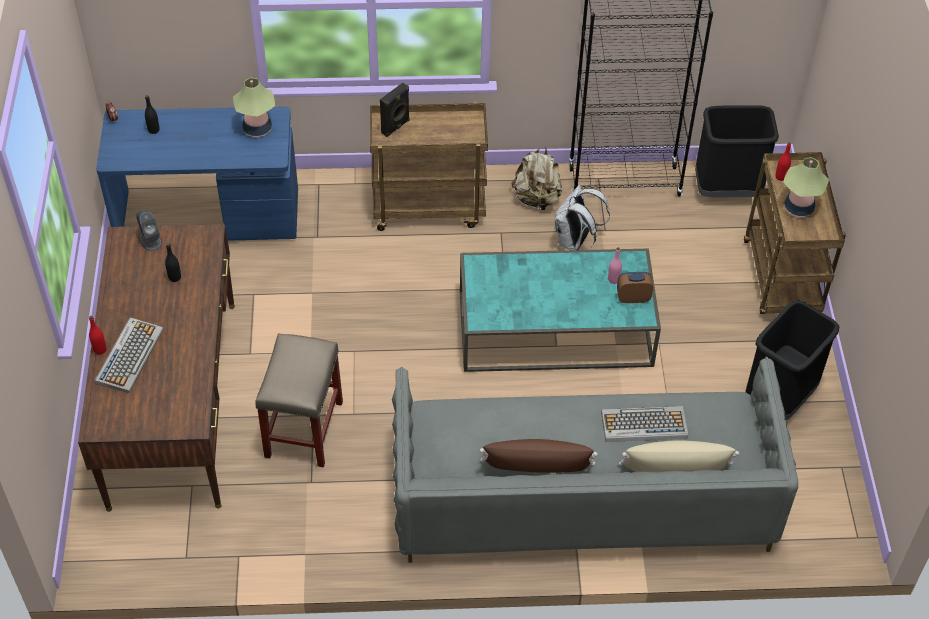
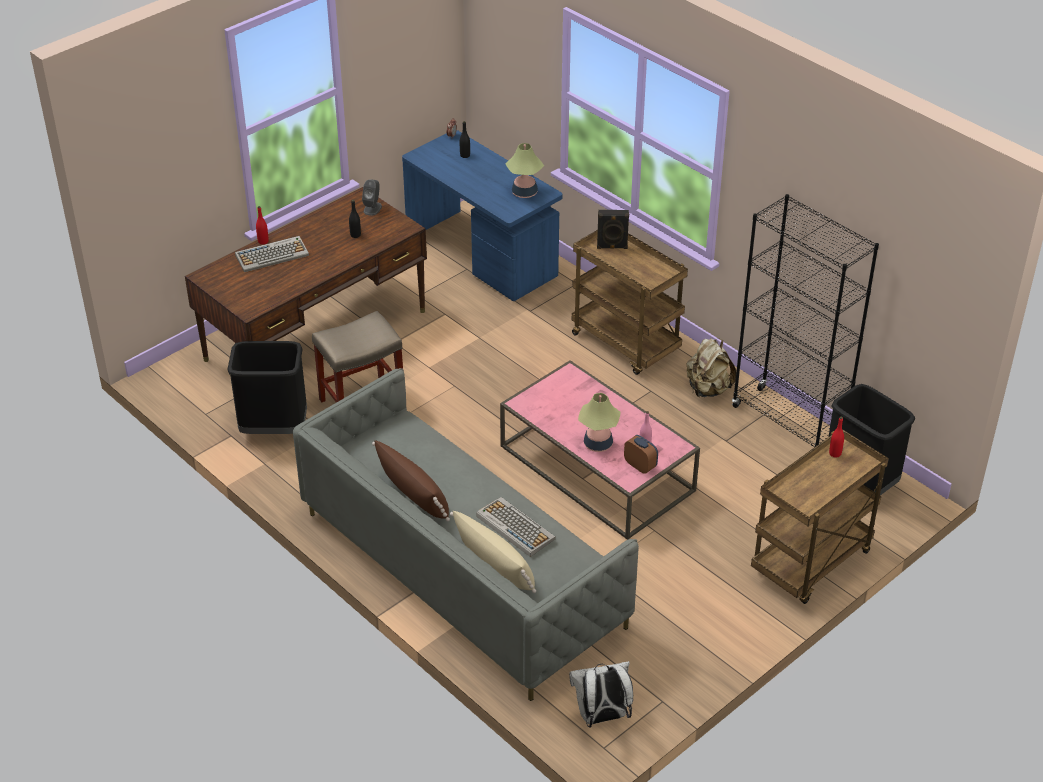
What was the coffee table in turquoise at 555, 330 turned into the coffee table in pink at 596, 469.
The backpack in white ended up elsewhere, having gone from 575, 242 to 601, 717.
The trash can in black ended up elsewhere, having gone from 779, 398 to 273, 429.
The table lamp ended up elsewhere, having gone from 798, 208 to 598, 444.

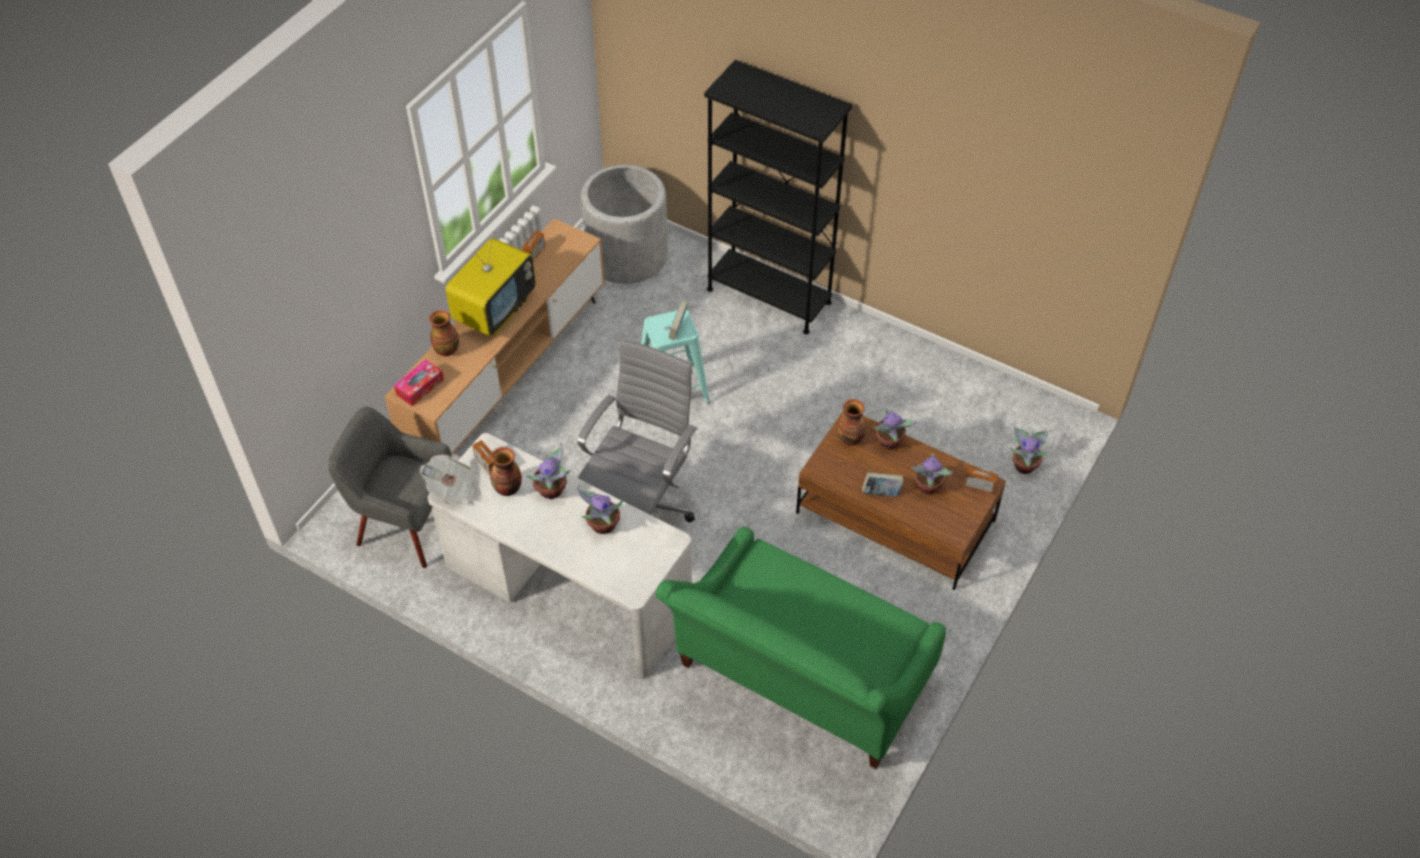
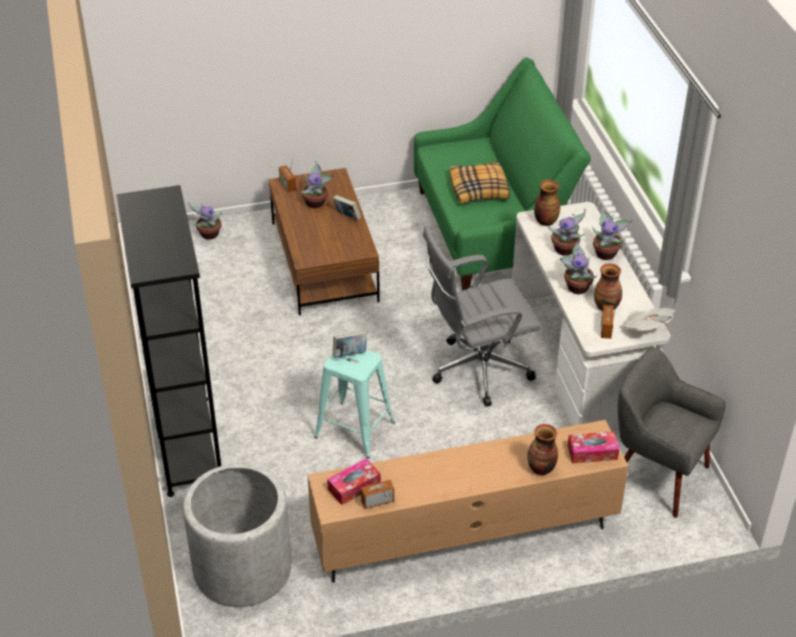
The armchair in grey at 406, 524 ended up facing another way, 150 degrees clockwise from before.
The second view lost the television at 495, 310.
The vase ended up elsewhere, having gone from 851, 438 to 545, 221.
The potted plant ended up elsewhere, having gone from 889, 442 to 606, 253.
The second view gained the tissue box at 354, 486.
The second view gained the pillow at 479, 189.

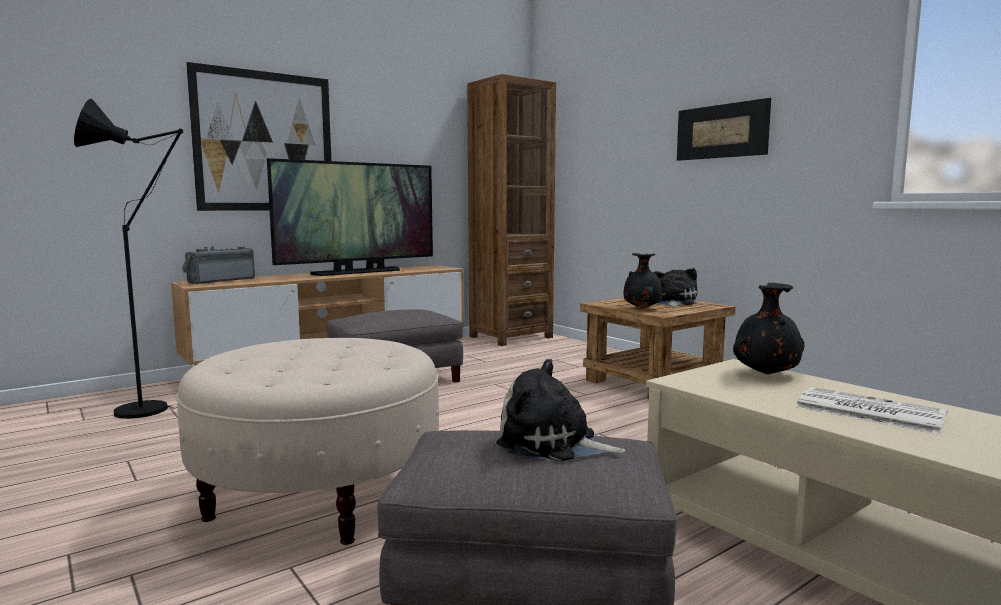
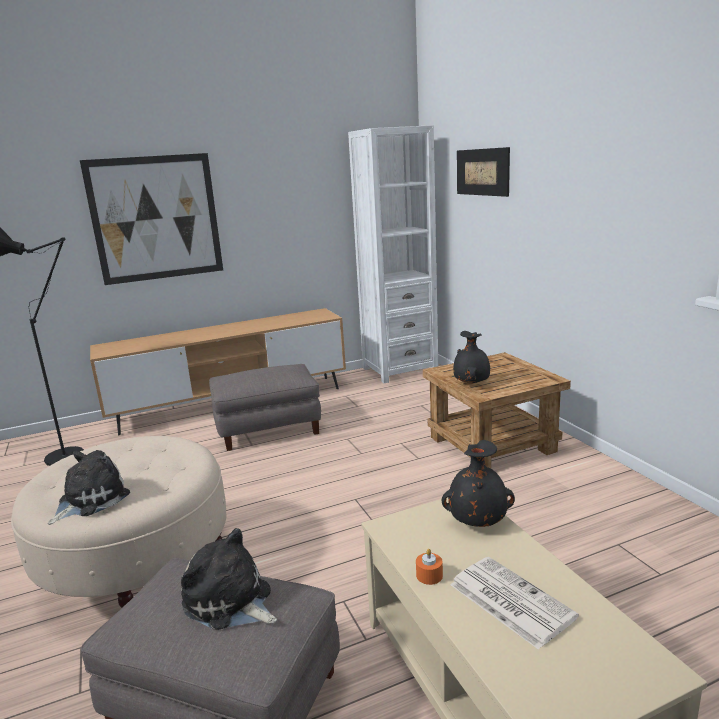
The second view lost the radio at 220, 280.
The second view lost the television at 358, 272.
What was the bookcase in brown at 510, 337 turned into the bookcase in white at 399, 370.
The plush toy ended up elsewhere, having gone from 673, 302 to 90, 500.
The picture ended up elsewhere, having gone from 721, 131 to 482, 172.
The second view gained the candle in orange at 429, 575.

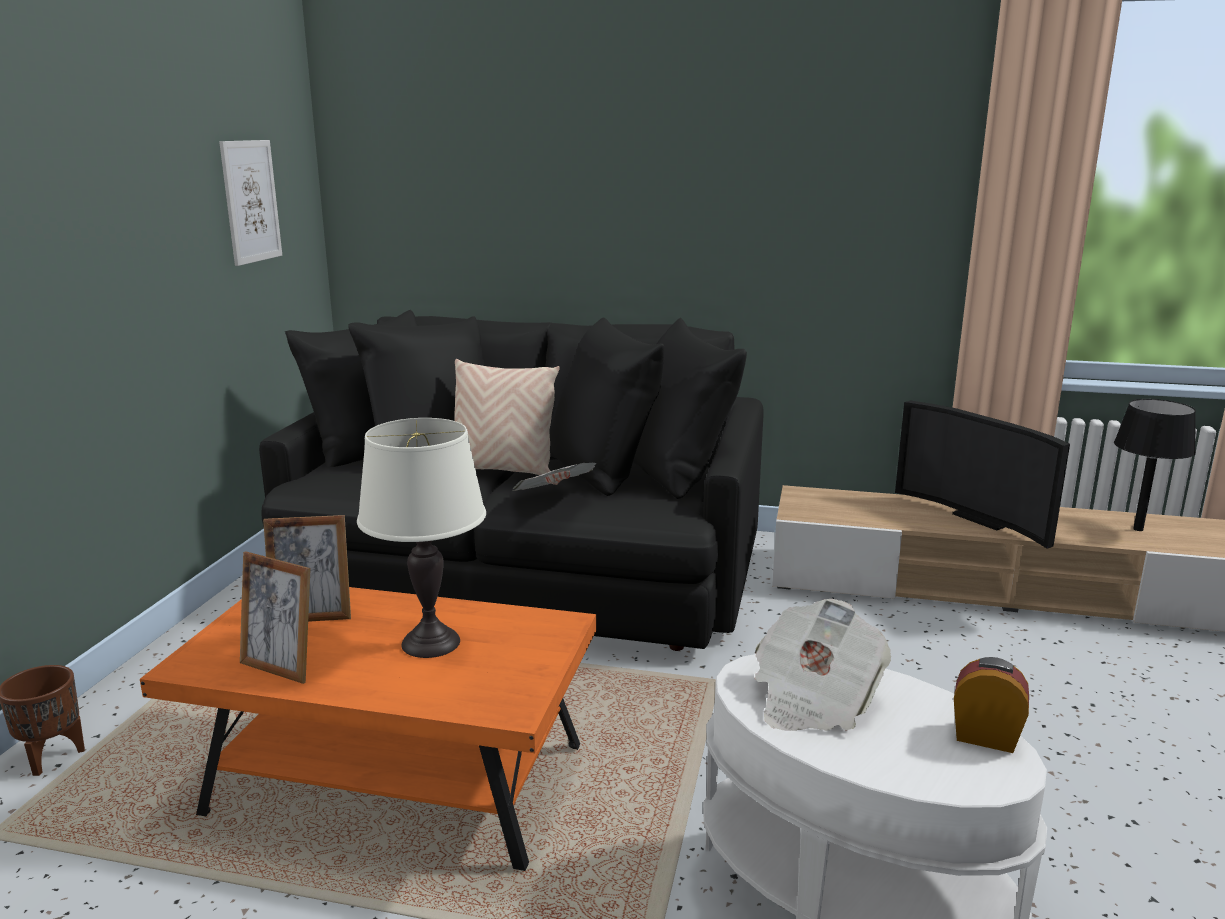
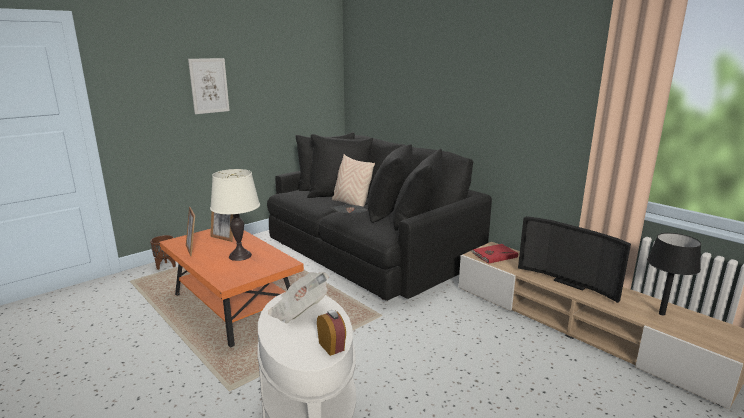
The picture ended up elsewhere, having gone from 251, 201 to 209, 85.
The television at 982, 518 ended up facing another way, 45 degrees counterclockwise from before.
The second view gained the book in red at 494, 255.

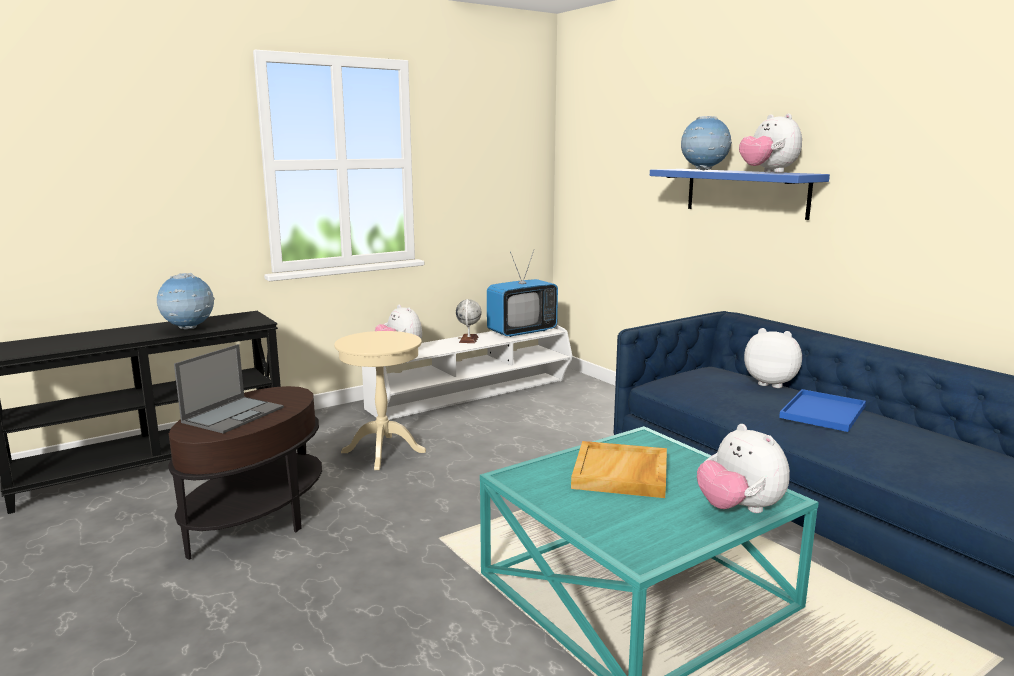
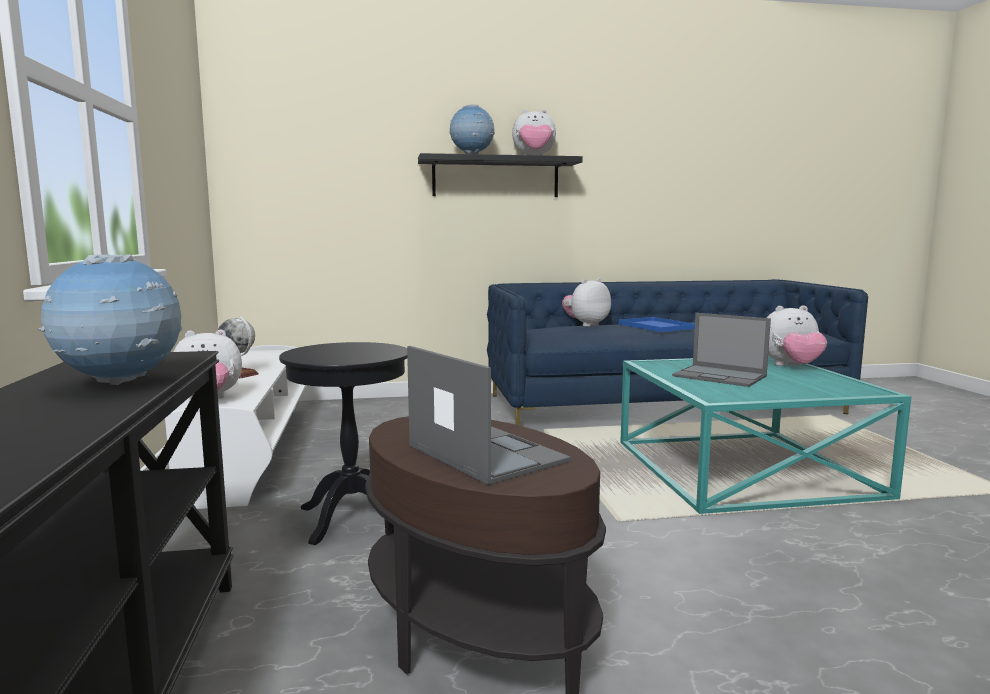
What was the side table in beige at 383, 452 turned into the side table in black at 352, 518.
The second view lost the television at 522, 332.
Where the tray in beige stood at 621, 473, the laptop came to stand at 720, 376.
What was the shelf in blue at 746, 192 turned into the shelf in black at 495, 178.

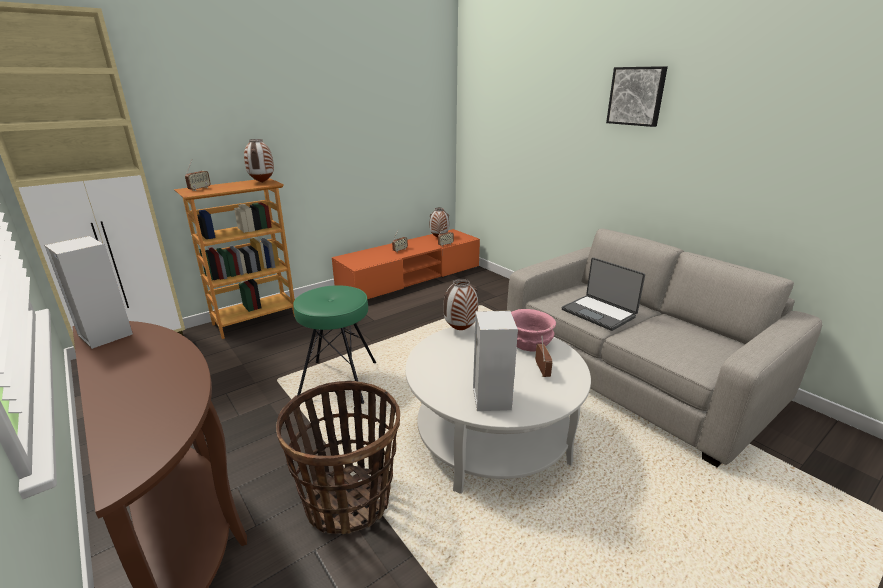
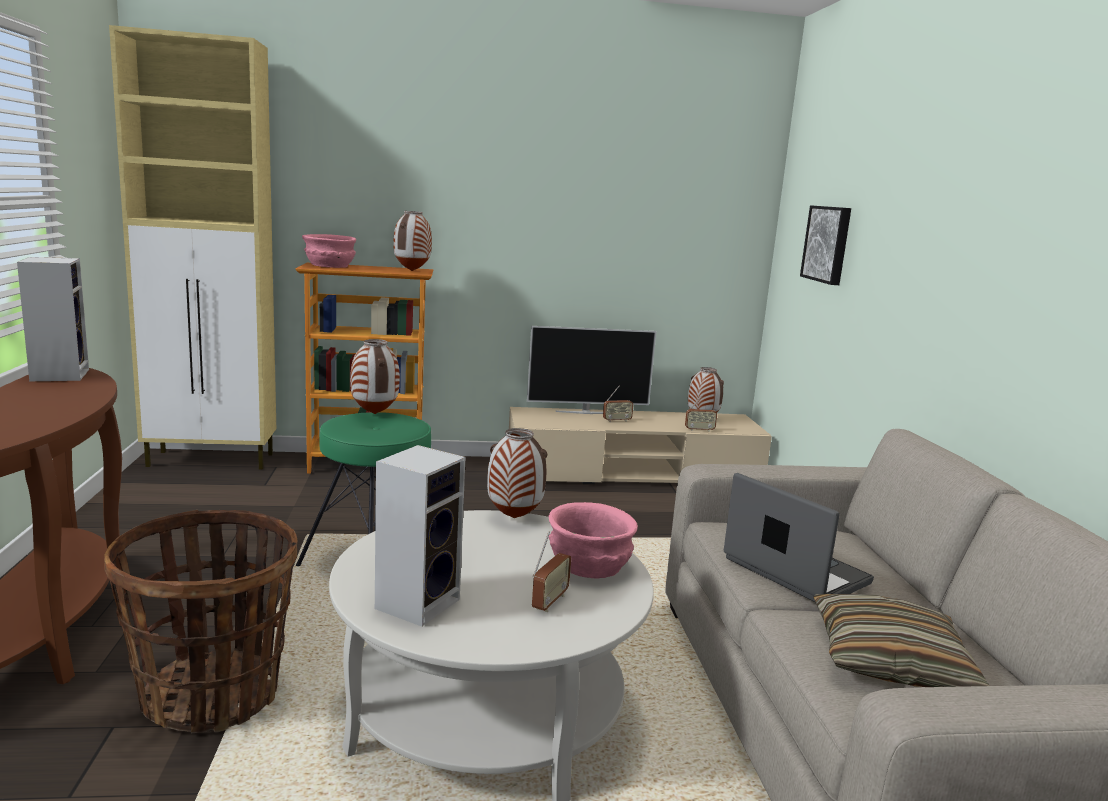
Where the radio stood at 199, 189, the bowl in pink came to stand at 330, 265.
What was the tv stand in orange at 410, 277 turned into the tv stand in beige at 632, 473.
The laptop at 599, 313 ended up facing another way, 150 degrees clockwise from before.
The picture ended up elsewhere, having gone from 636, 96 to 828, 244.
The second view gained the vase at 375, 414.
The second view gained the television at 586, 412.
The second view gained the pillow at 889, 660.

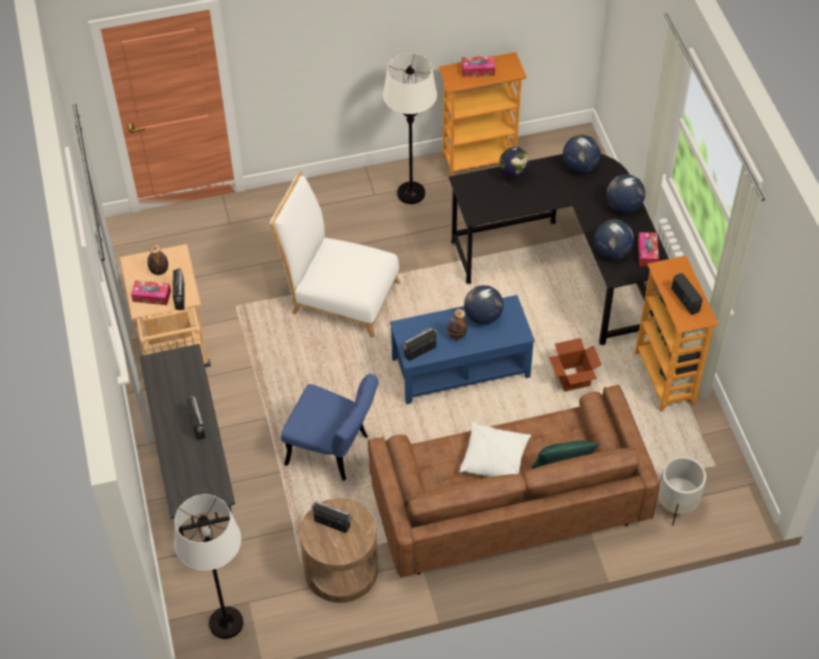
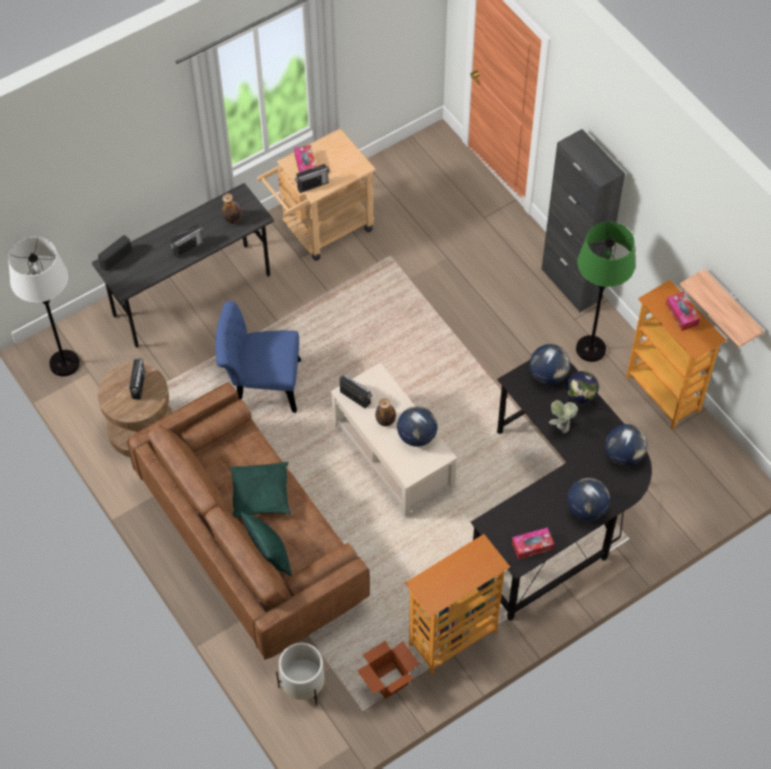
The bottle ended up elsewhere, having gone from 159, 271 to 233, 219.
The second view lost the chair in white at 339, 295.
The chair in blue at 334, 451 ended up facing another way, 90 degrees clockwise from before.
What was the floor lamp in white at 410, 193 turned into the floor lamp in green at 590, 349.
What was the coffee table in blue at 460, 368 turned into the coffee table in beige at 392, 455.
What was the pillow in white at 494, 459 turned into the pillow in green at 261, 495.
The cardboard box ended up elsewhere, having gone from 573, 378 to 388, 680.
The globe ended up elsewhere, having gone from 612, 251 to 548, 375.
The radio ended up elsewhere, having gone from 685, 300 to 116, 258.
The second view gained the cabinet in black at 571, 284.
The second view gained the potted plant at 560, 426.
The second view gained the shelf at 731, 308.

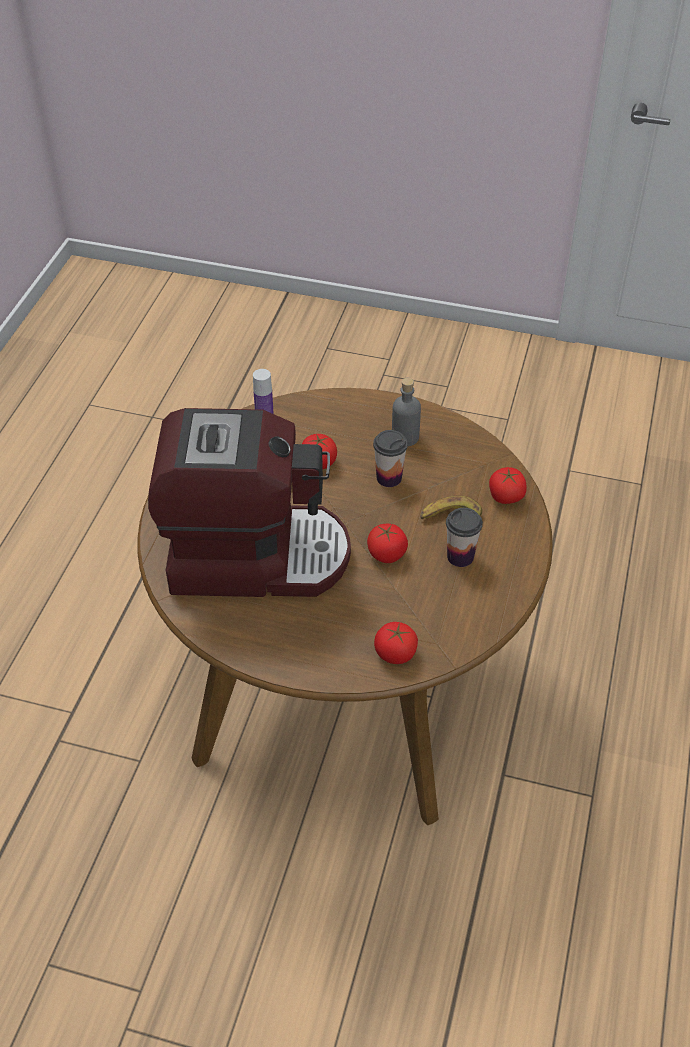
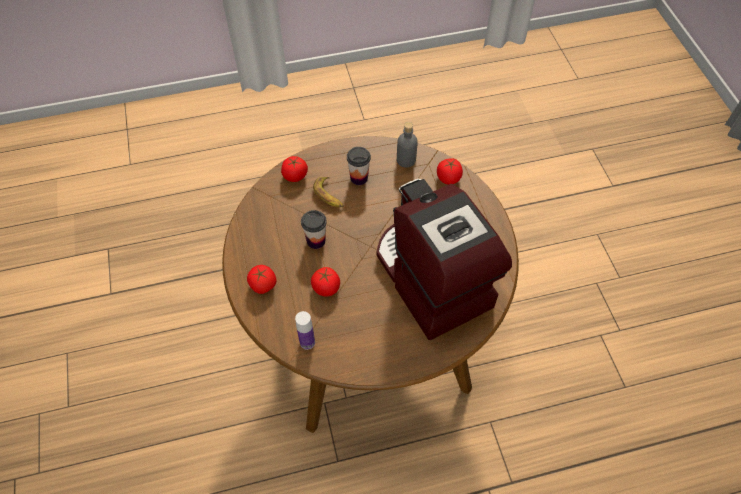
The tomato ended up elsewhere, having gone from 387, 554 to 263, 285.
The bottle in grey ended up elsewhere, having gone from 405, 437 to 406, 160.

